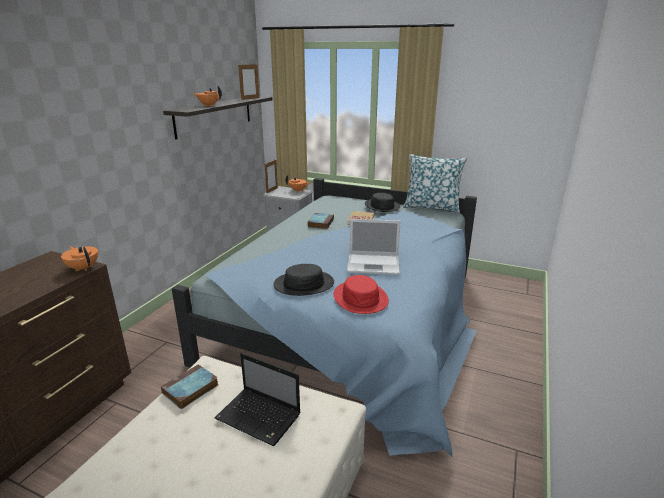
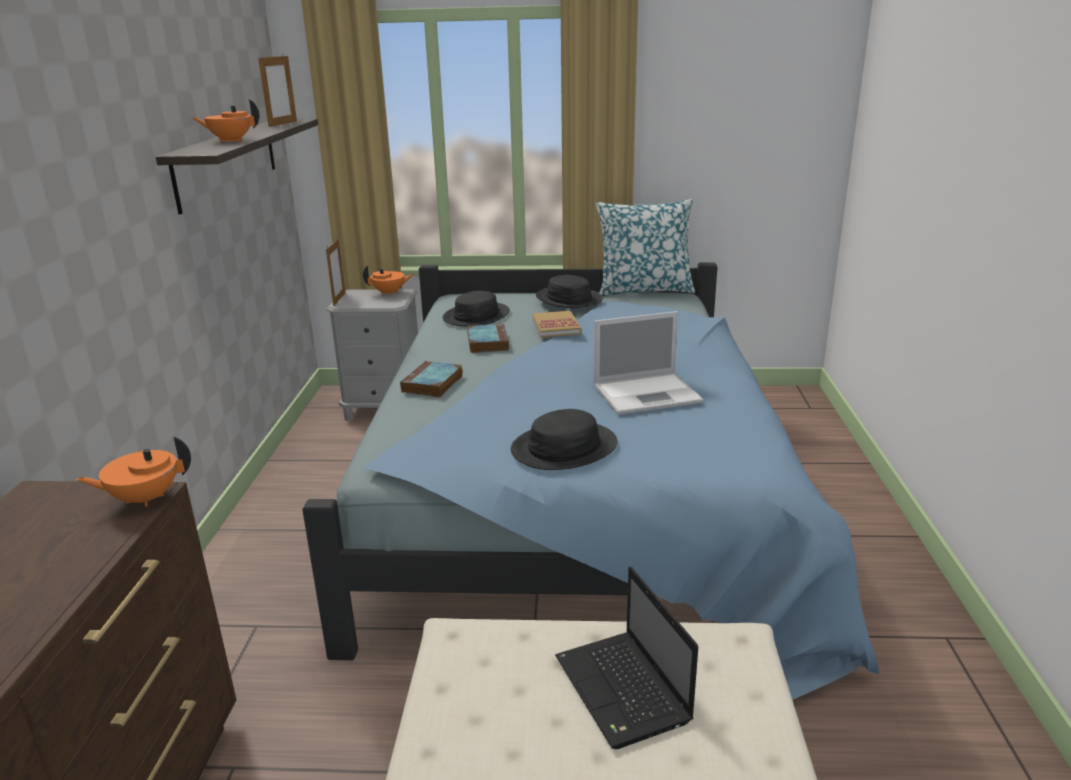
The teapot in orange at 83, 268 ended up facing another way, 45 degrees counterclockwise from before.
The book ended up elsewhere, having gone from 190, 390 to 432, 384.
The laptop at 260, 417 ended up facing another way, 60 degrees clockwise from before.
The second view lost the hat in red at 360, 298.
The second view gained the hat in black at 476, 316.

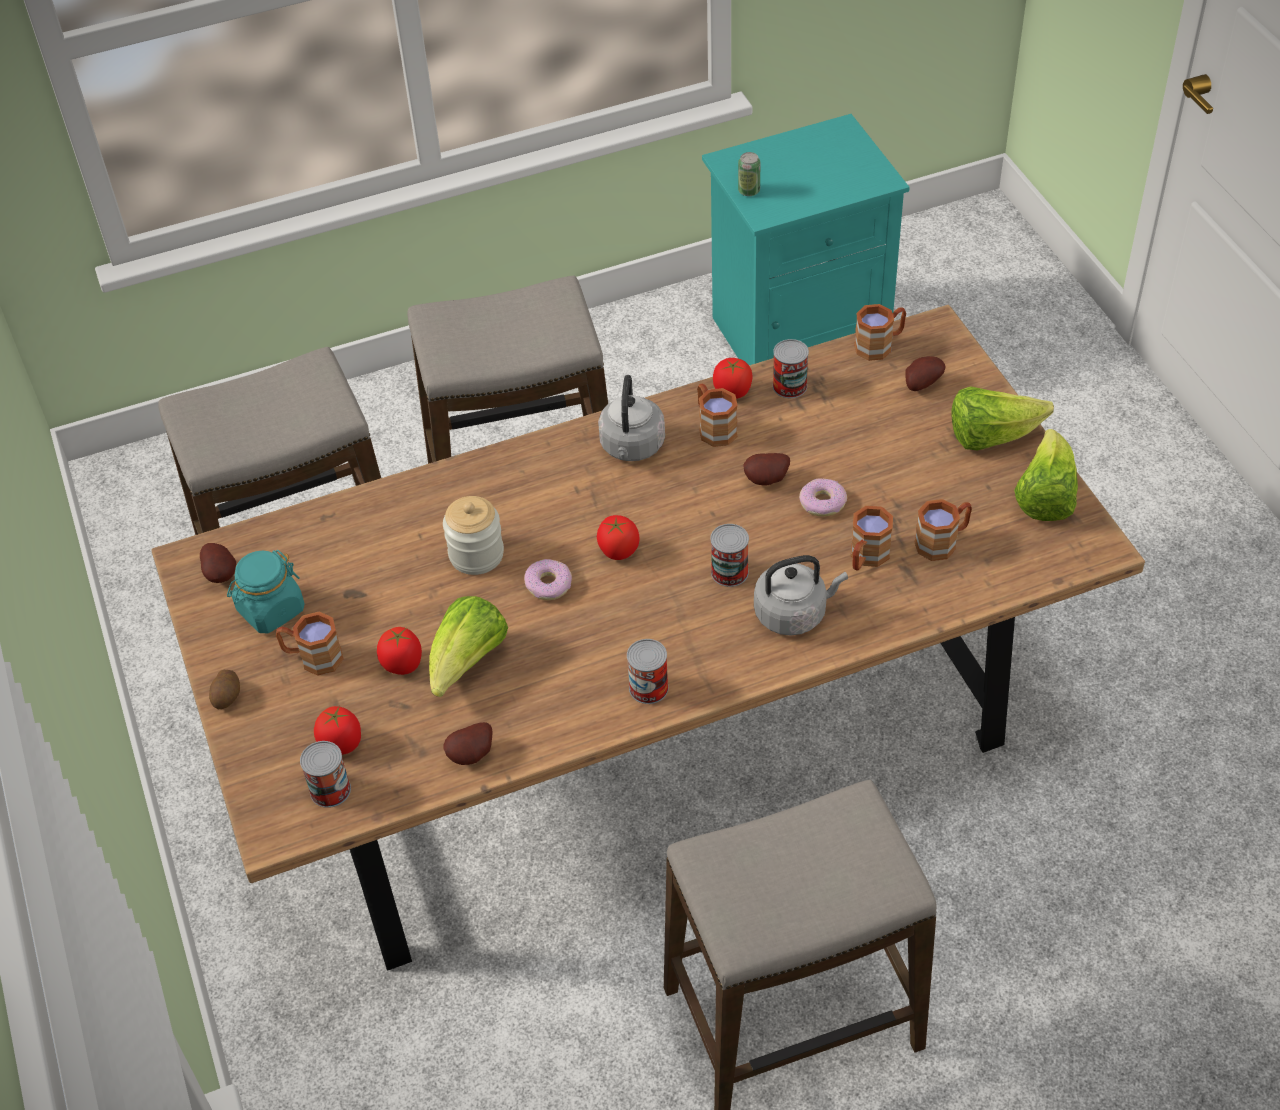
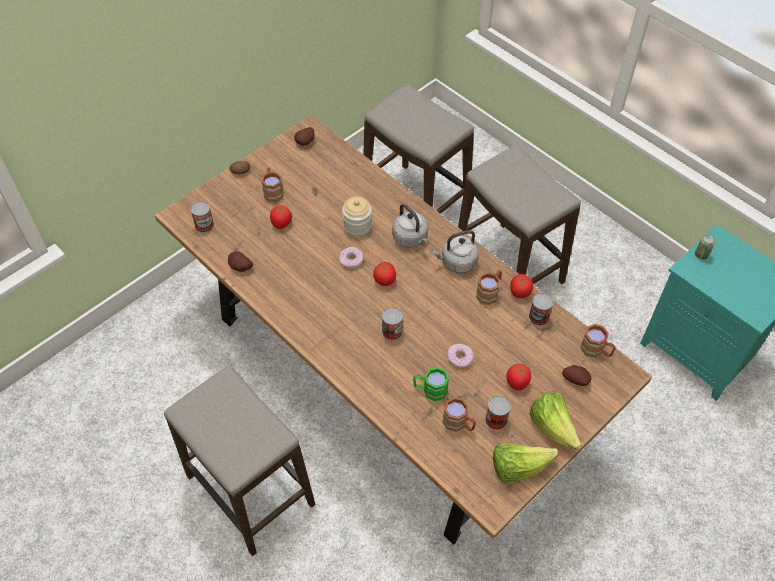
The second view lost the jar in turquoise at 270, 610.
The tomato ended up elsewhere, having gone from 341, 744 to 517, 383.
The second view lost the lettuce at 467, 663.
The can ended up elsewhere, having gone from 648, 688 to 496, 419.
The second view lost the potato at 767, 481.
The kettle in grey ended up elsewhere, having gone from 794, 613 to 411, 238.
What was the mug in brown at 866, 557 turned into the mug in green at 430, 390.

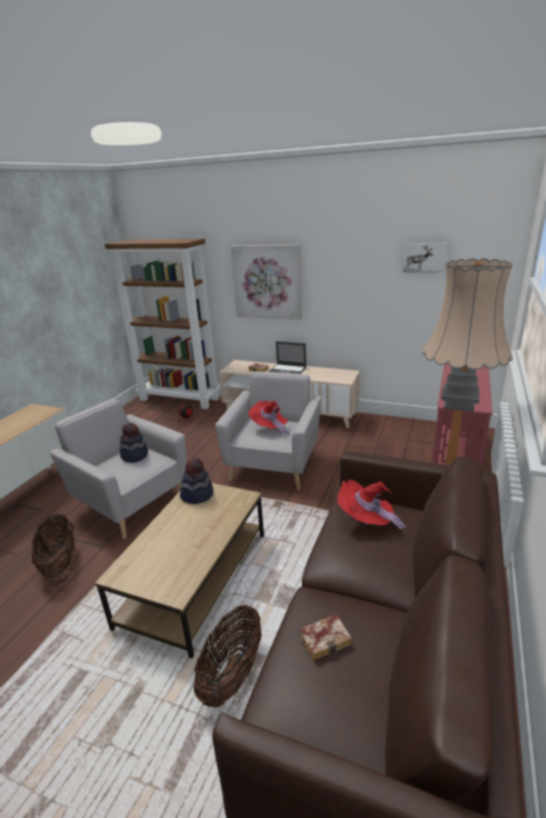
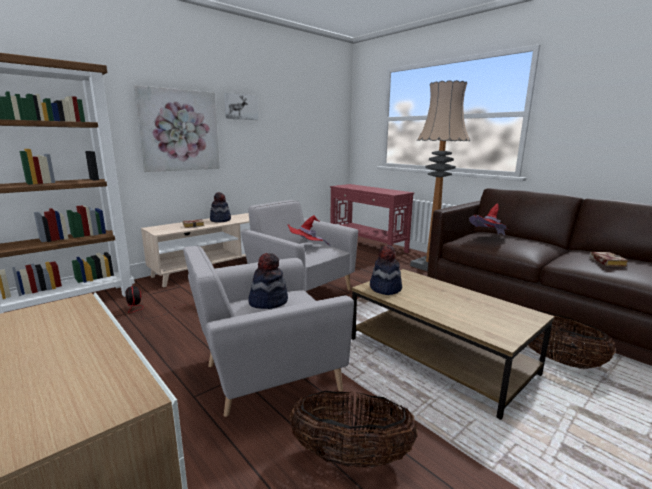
Where the laptop stood at 288, 370, the hat came to stand at 220, 220.
The picture ended up elsewhere, having gone from 425, 257 to 240, 107.

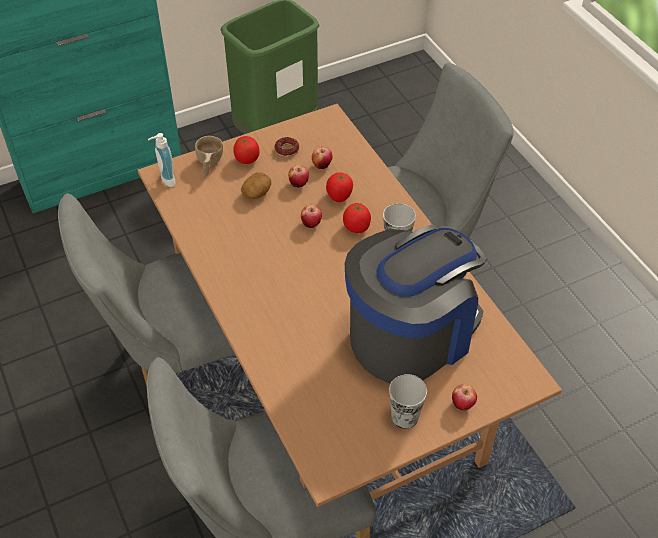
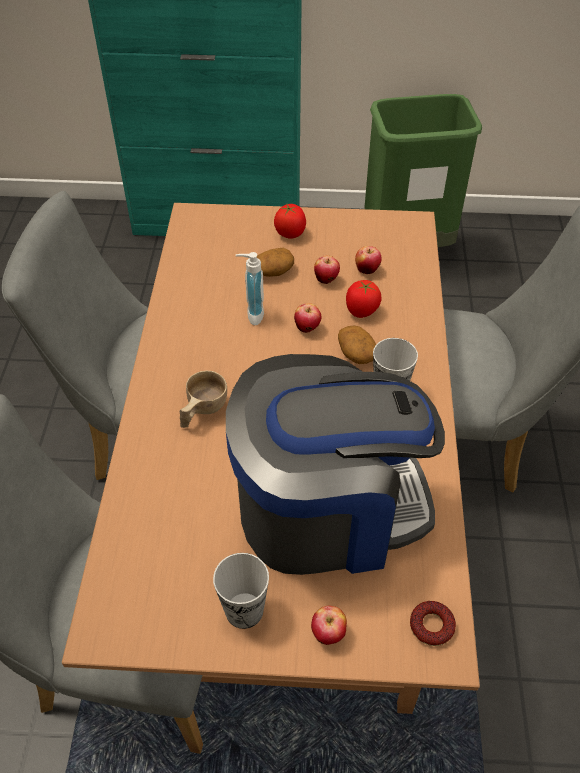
The soap dispenser ended up elsewhere, having gone from 165, 180 to 251, 314.
The cup in beige ended up elsewhere, having gone from 209, 165 to 202, 411.
The donut ended up elsewhere, having gone from 287, 150 to 431, 626.
Where the tomato stood at 357, 227, the potato came to stand at 356, 353.

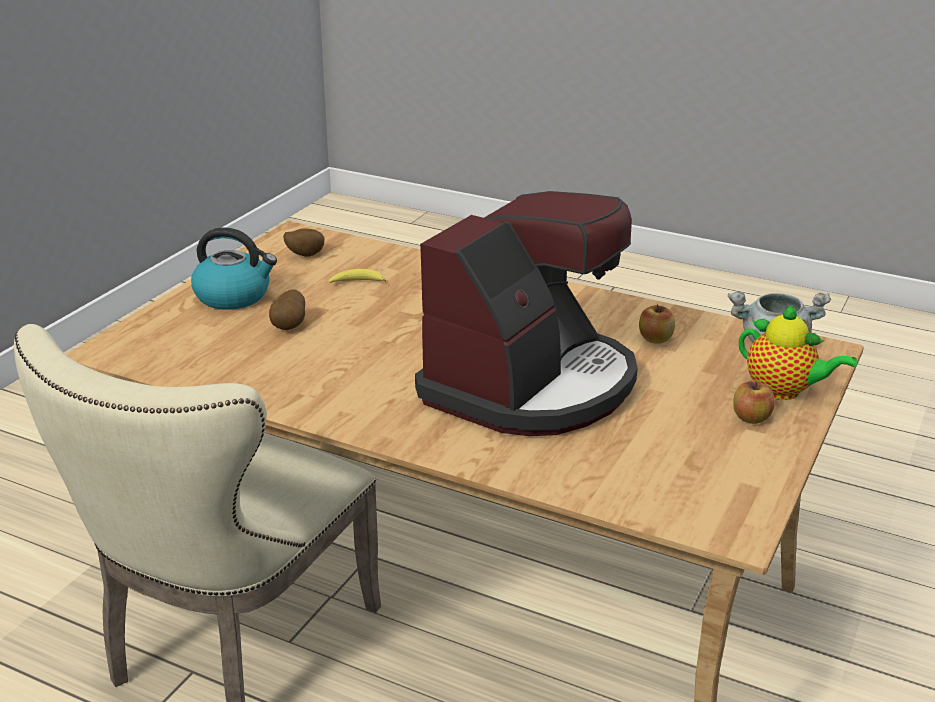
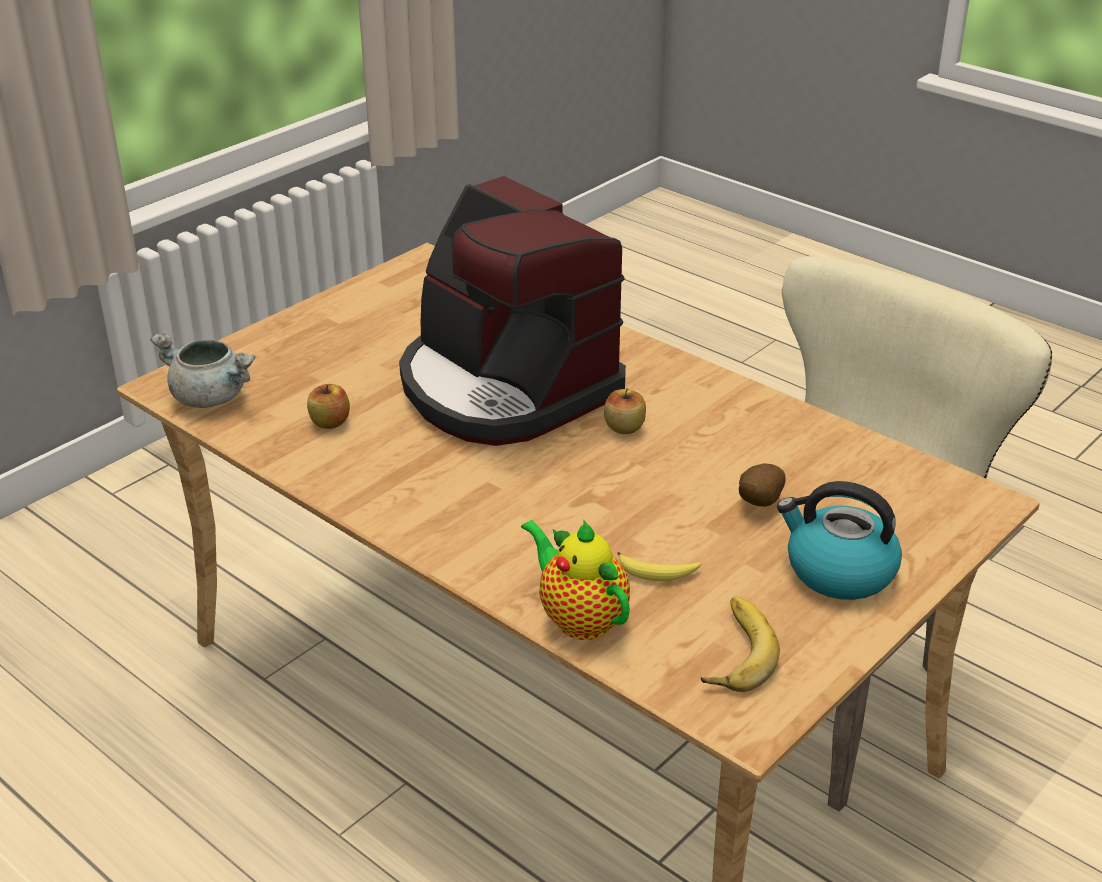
Where the potato stood at 304, 255, the banana came to stand at 732, 651.
The coffee machine at 531, 385 ended up facing another way, 90 degrees counterclockwise from before.
The apple ended up elsewhere, having gone from 751, 418 to 624, 428.
The teapot ended up elsewhere, having gone from 783, 391 to 579, 618.

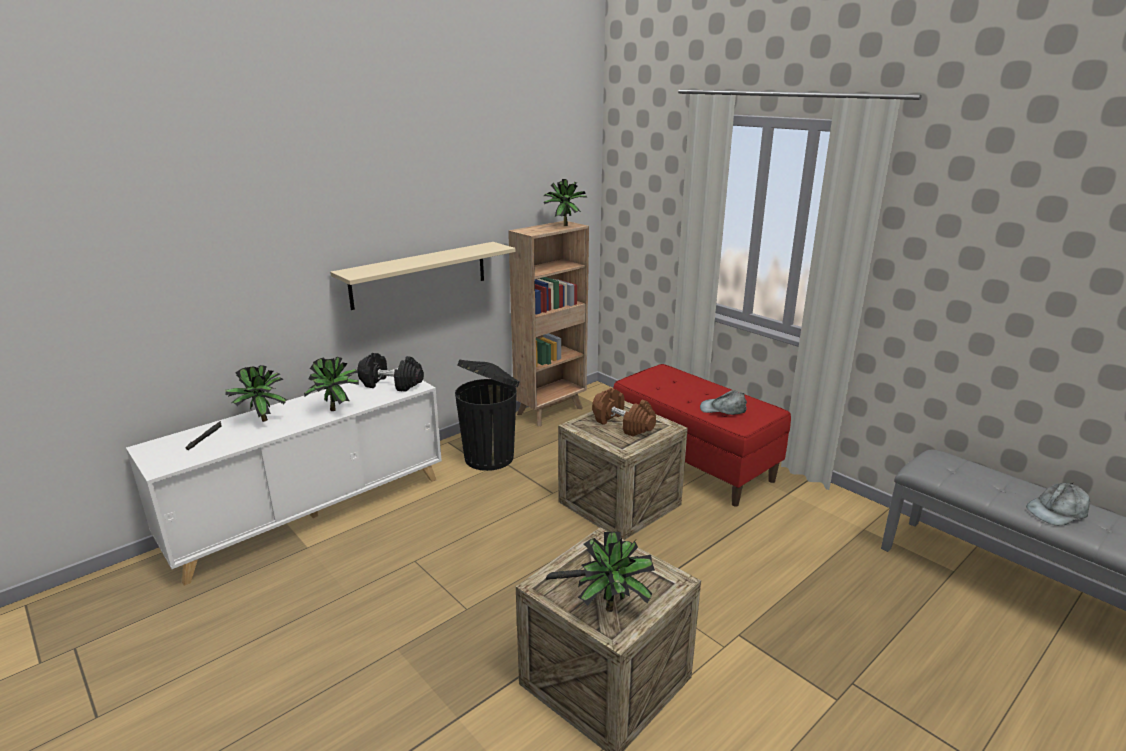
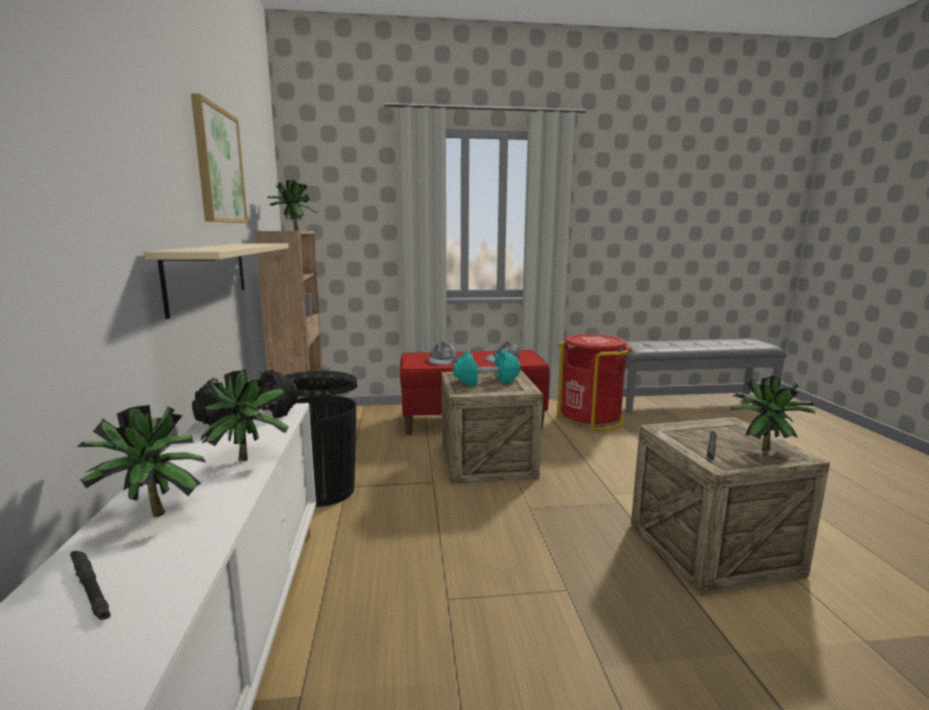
What was the dumbbell in brown at 623, 424 turned into the dumbbell in turquoise at 486, 381.
The cap in grey ended up elsewhere, having gone from 1057, 511 to 442, 360.
The second view gained the picture at 218, 166.
The second view gained the trash can in red at 590, 418.

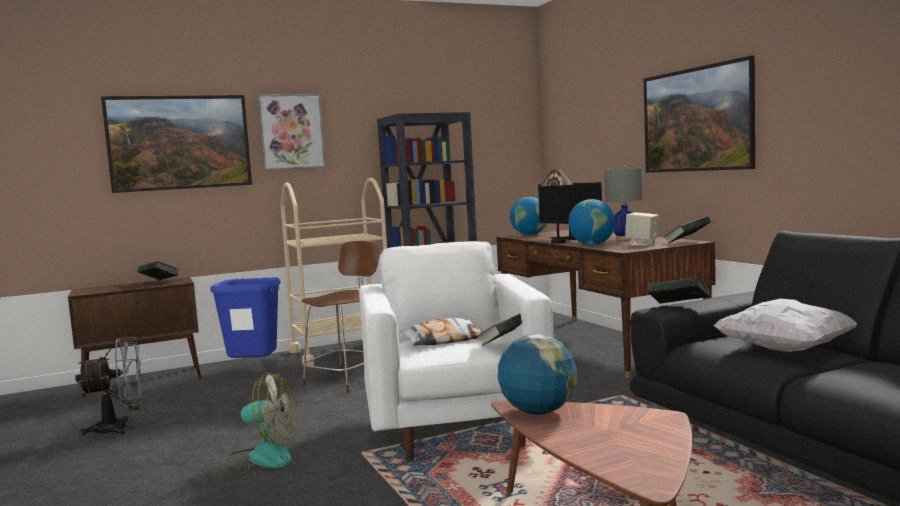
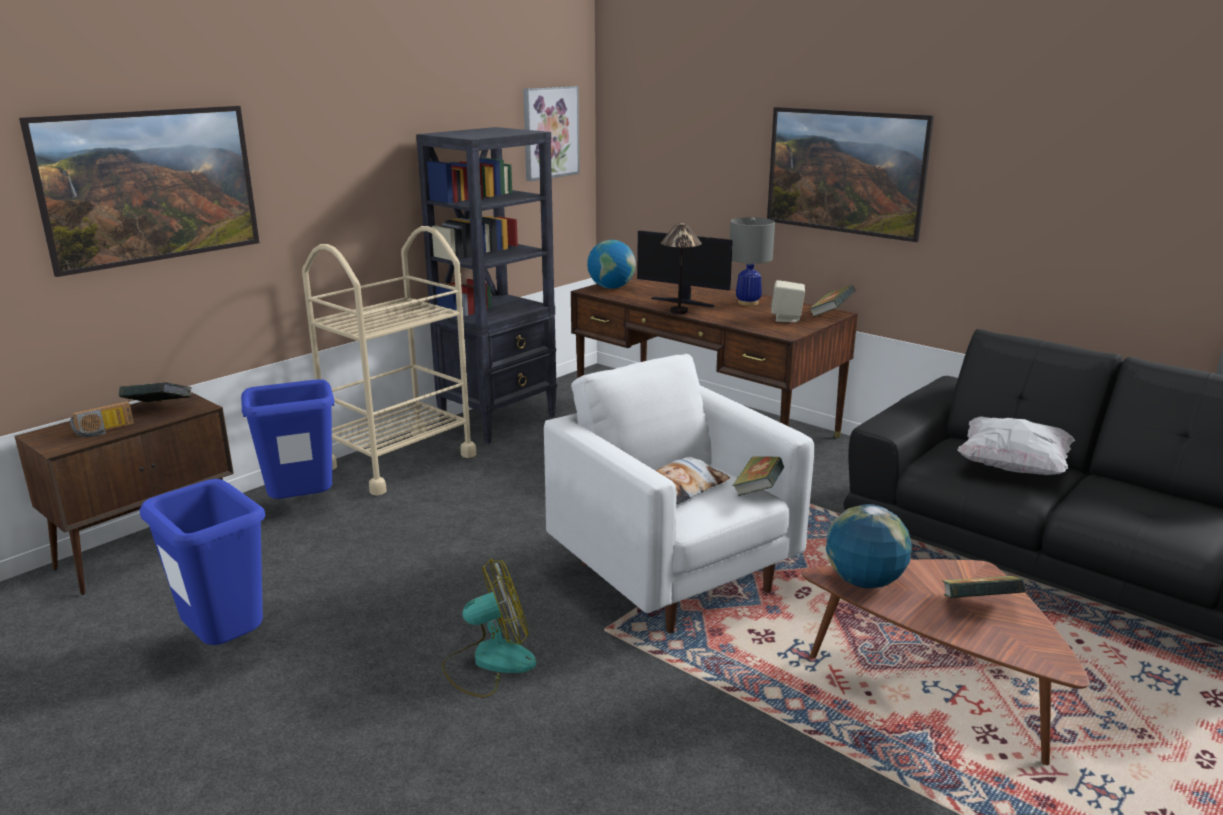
Where the fan in grey stood at 119, 428, the trash can in blue came to stand at 225, 645.
The picture ended up elsewhere, having gone from 291, 132 to 550, 132.
The second view lost the chair in brown at 346, 380.
The second view lost the globe at 592, 244.
The book ended up elsewhere, having gone from 678, 307 to 978, 606.
The second view gained the radio at 104, 431.

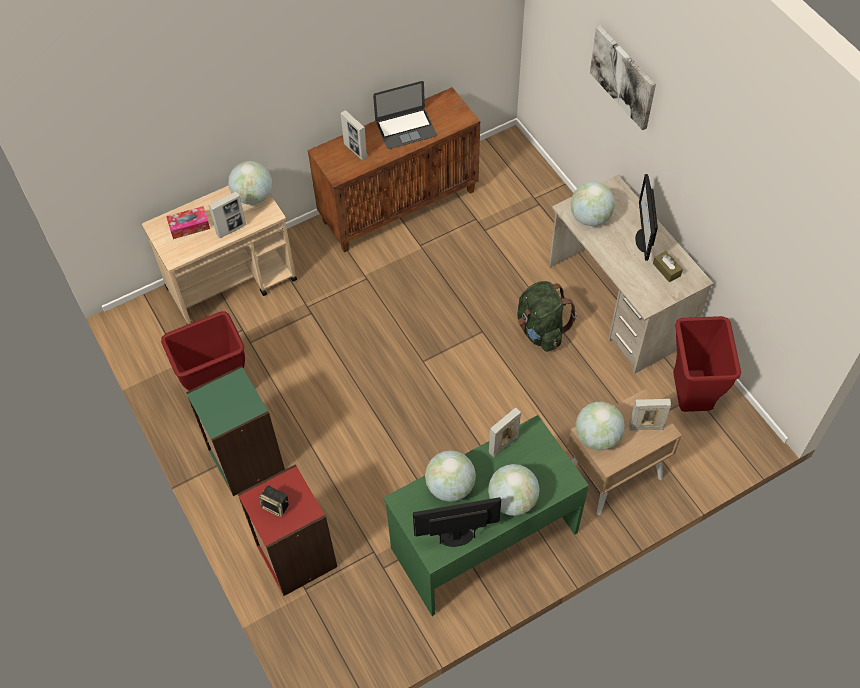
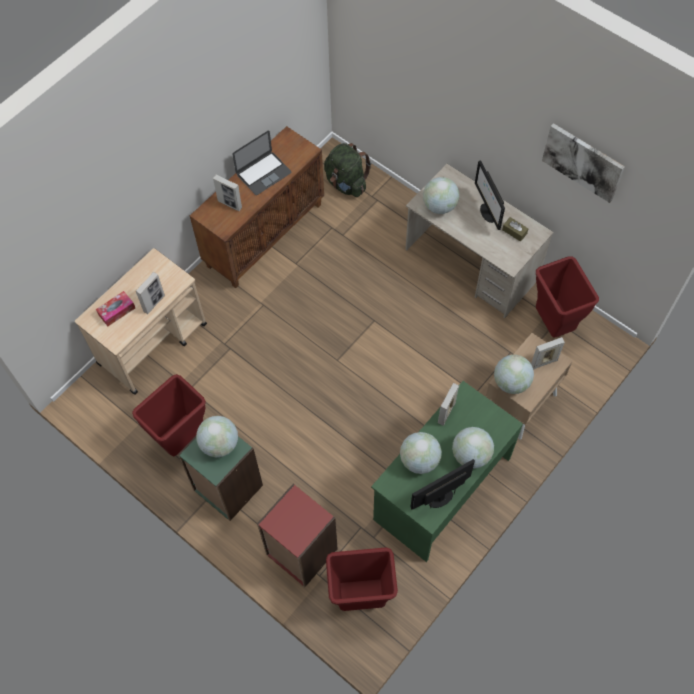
The globe ended up elsewhere, having gone from 253, 196 to 219, 444.
The second view lost the speaker at 276, 506.
The backpack in green ended up elsewhere, having gone from 541, 330 to 346, 183.
The picture ended up elsewhere, having gone from 623, 77 to 583, 162.
The second view gained the trash can in red at 360, 598.

